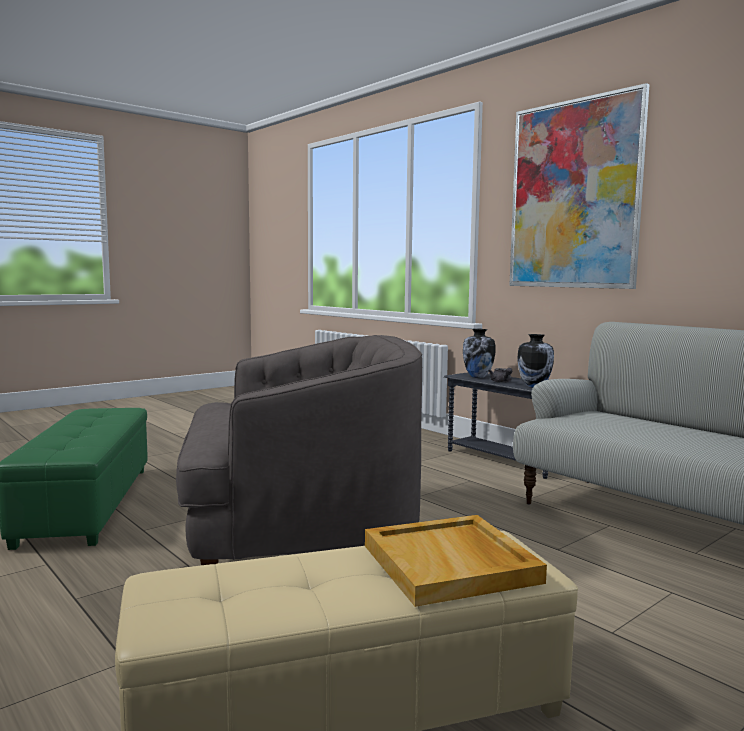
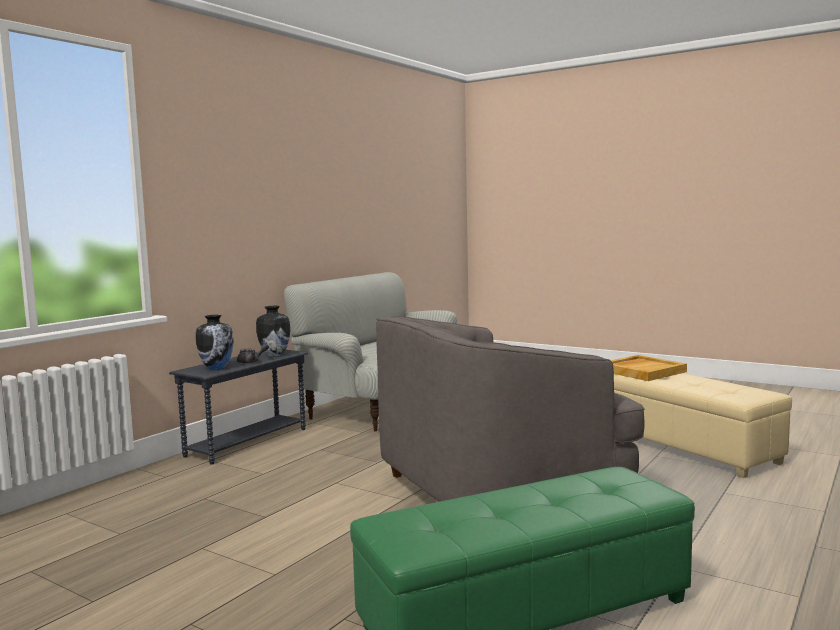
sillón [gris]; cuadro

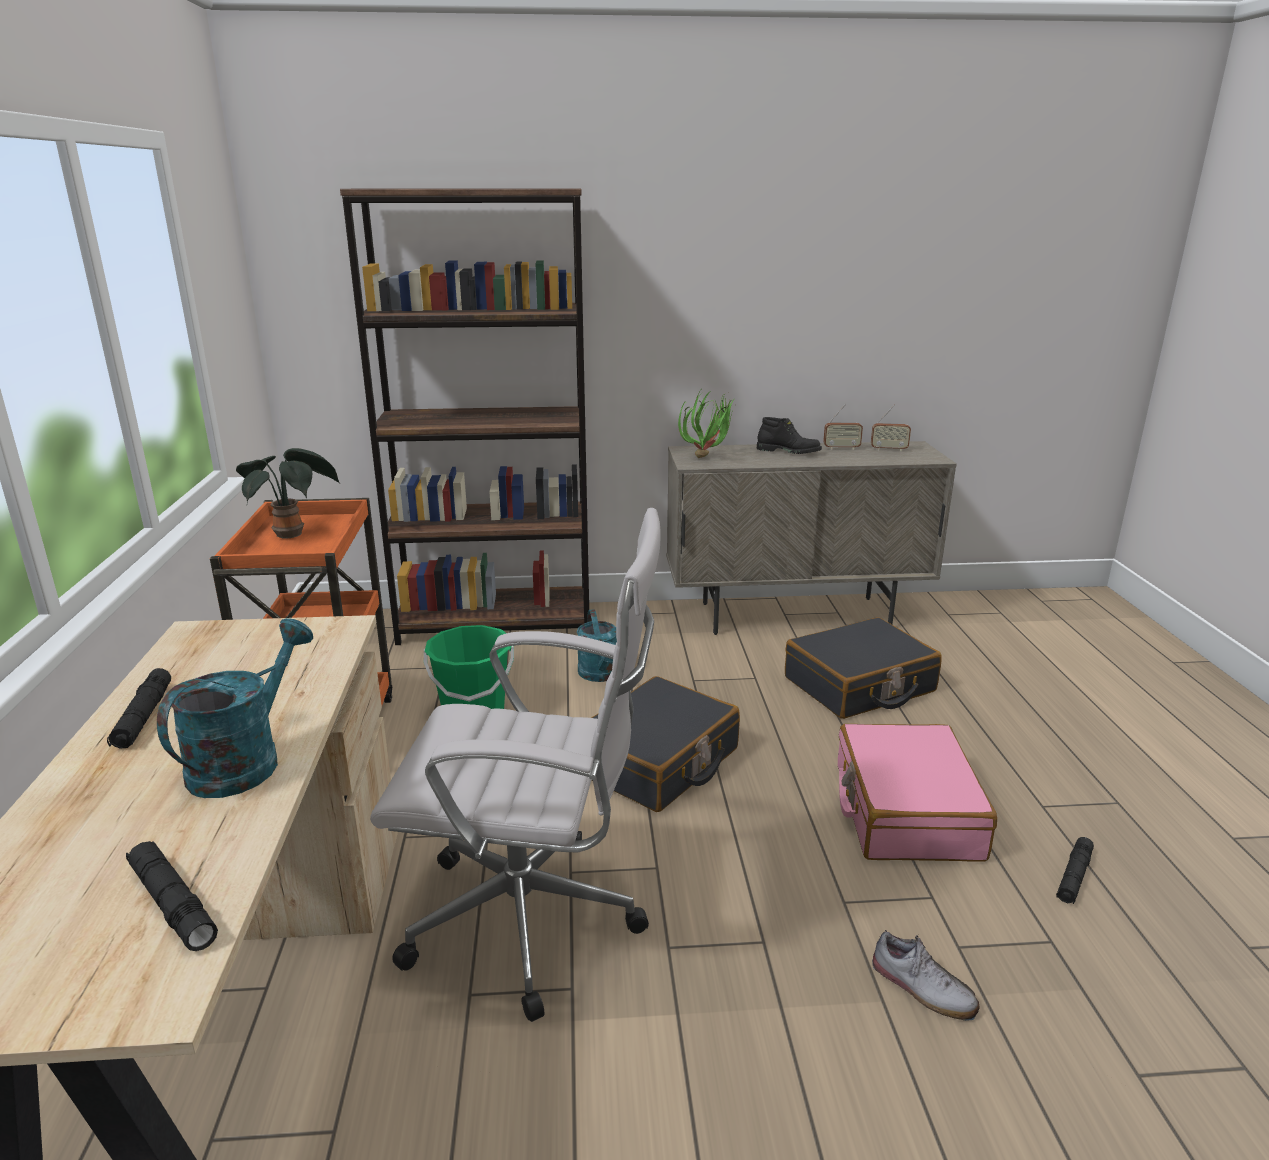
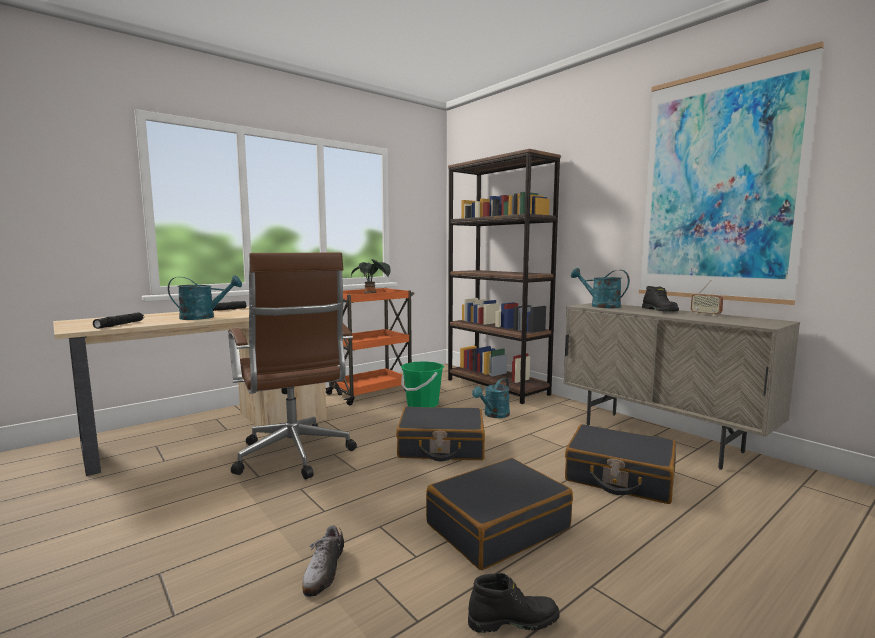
silla de oficina [marrón]; regadera [turquesa] (no. 3 from left); maleta [negro] (no. 2 from left); radio (no. 2 from left in the first image); bota [negro] (no. 1 from left); cuadro

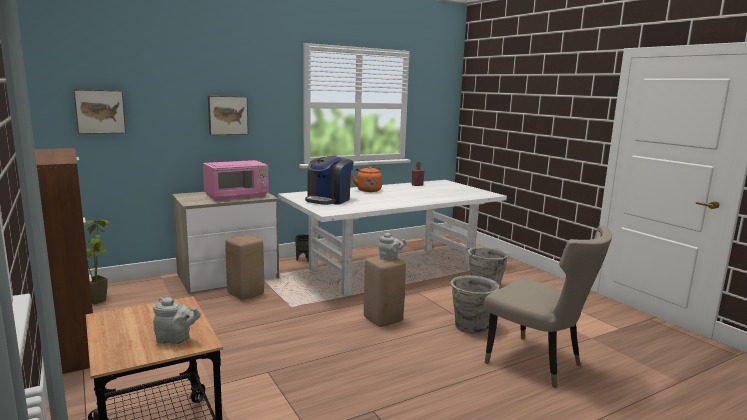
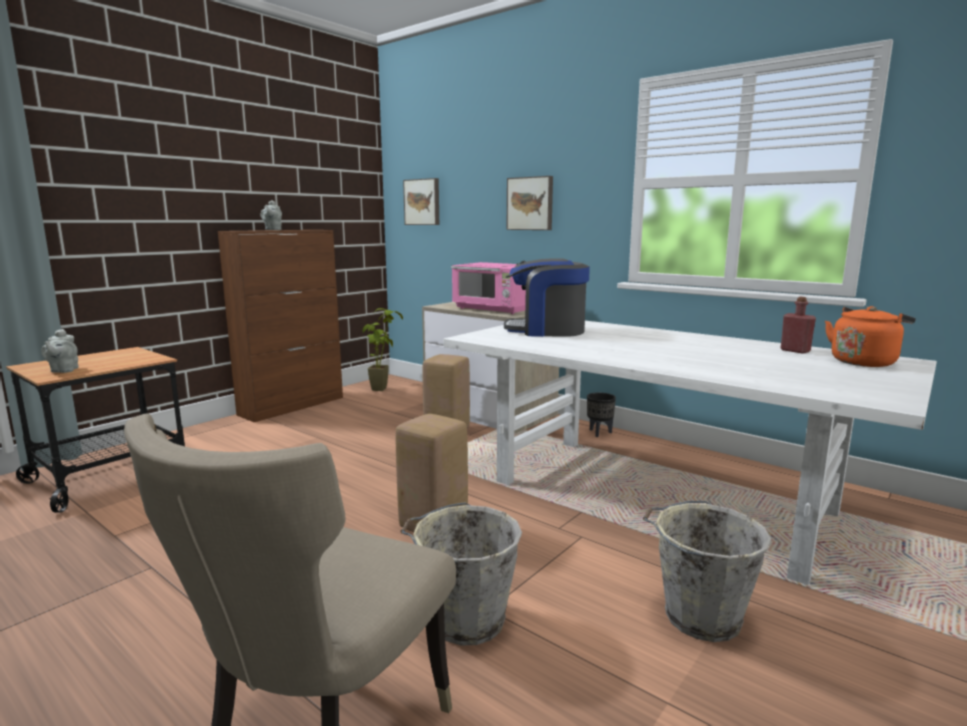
hervidor [naranja]; tetera [gris] (no. 2 from left)

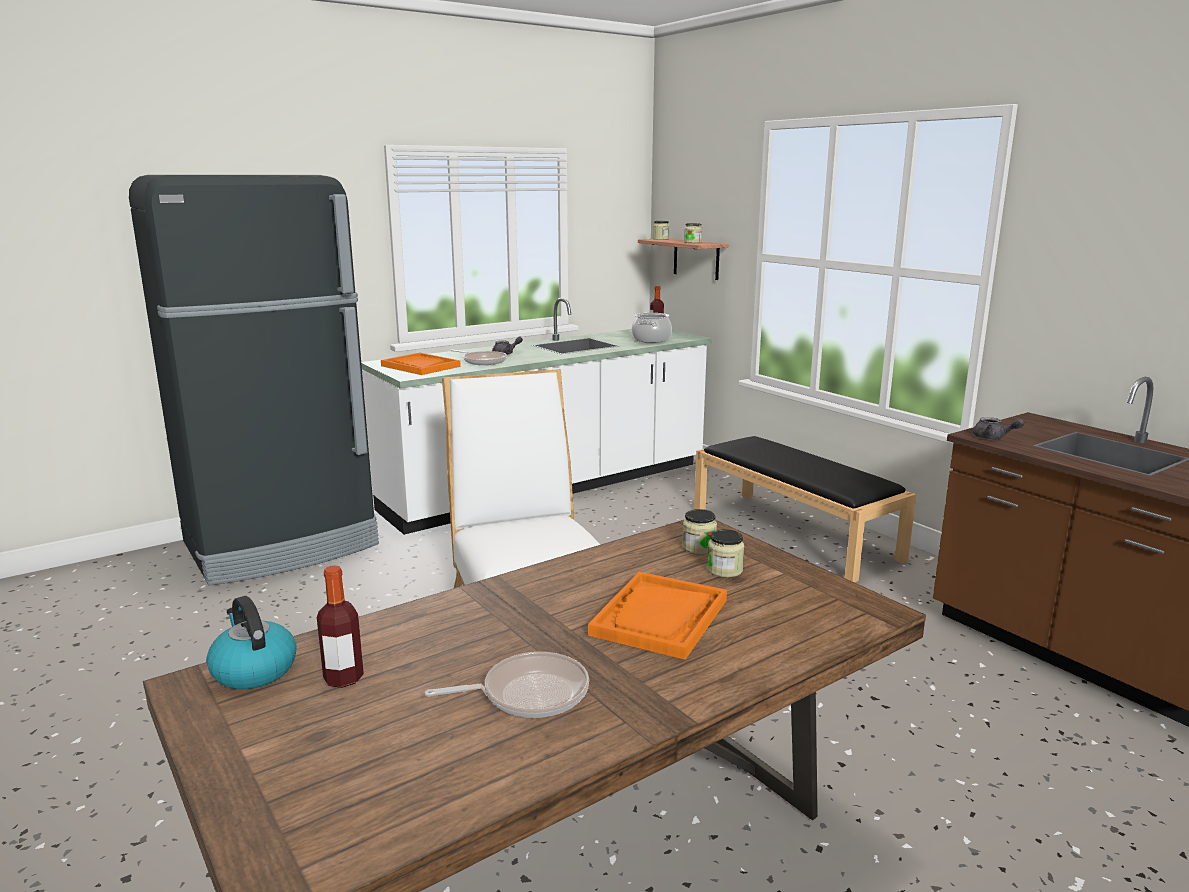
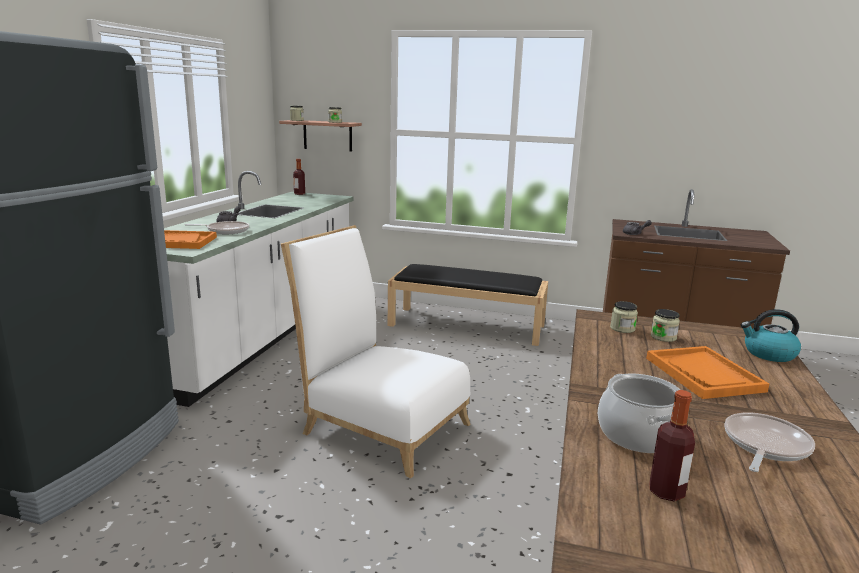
hervidor; olla

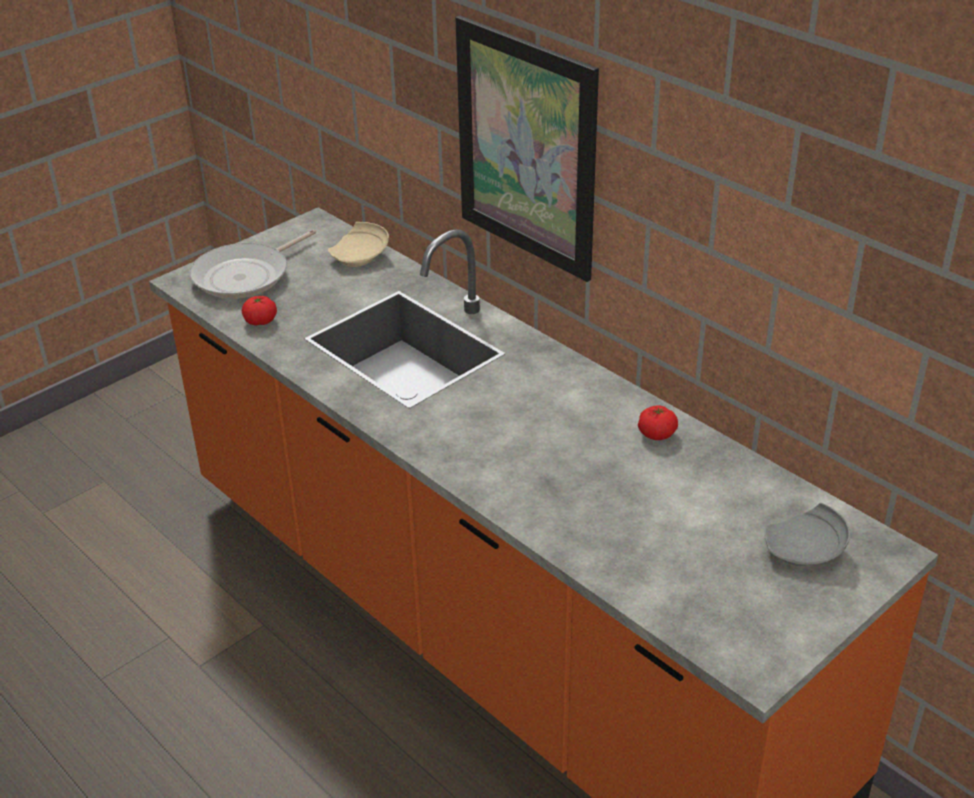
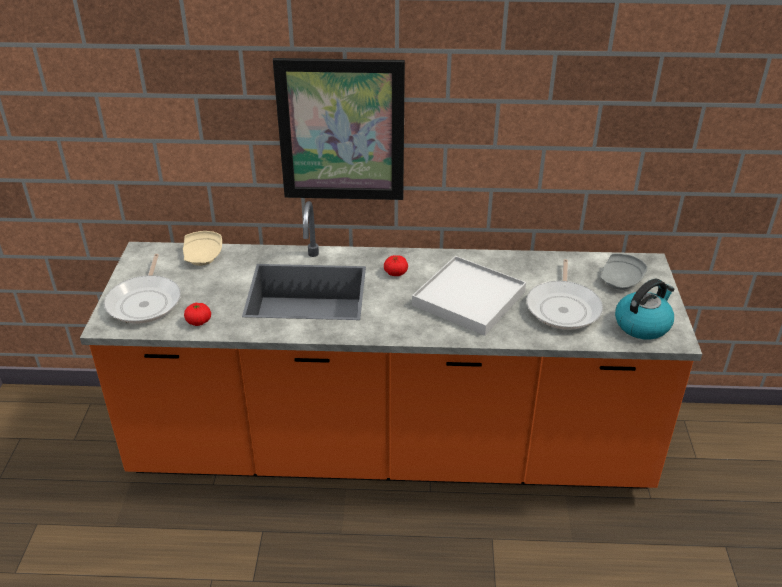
tomate (no. 2 from left); bandeja [blanco]; sartén (no. 2 from left); hervidor

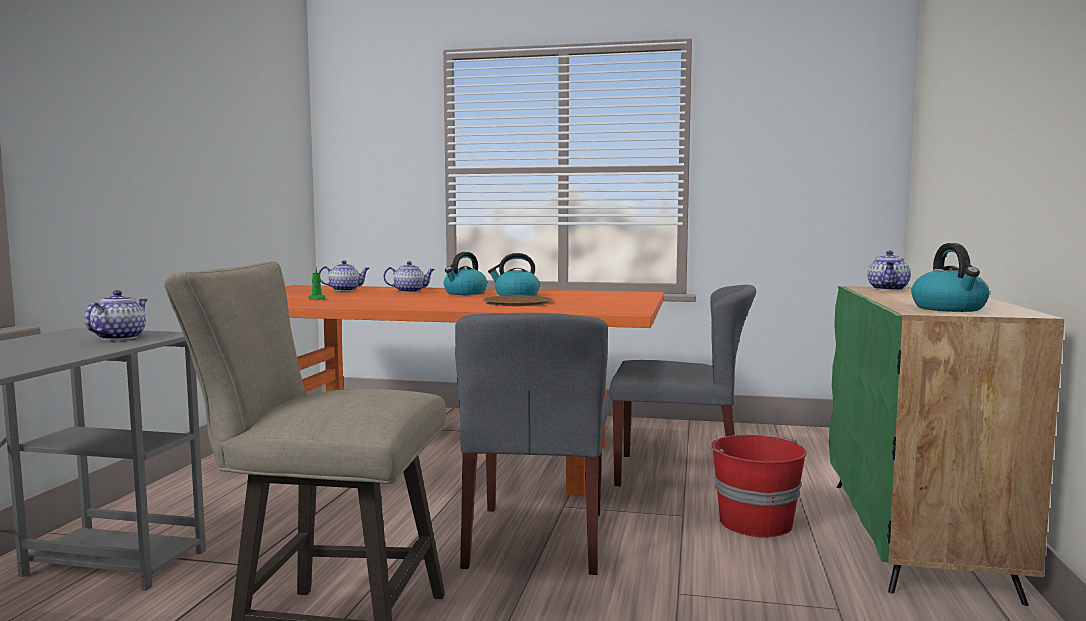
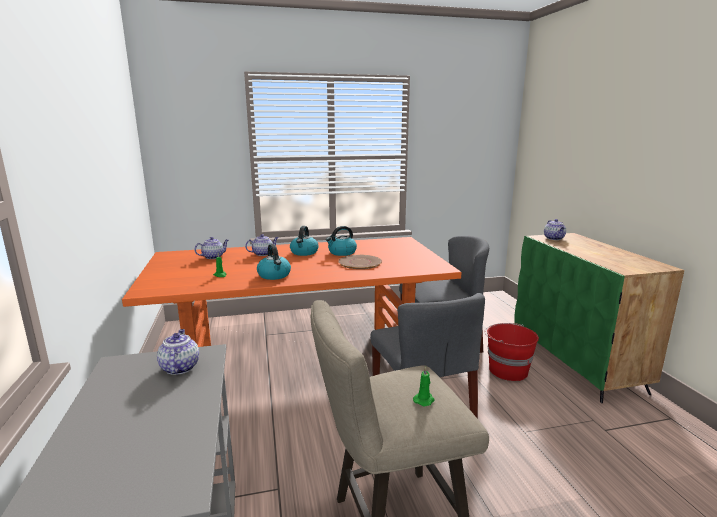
hervidor (no. 1 from left); vela [verde] (no. 2 from left)

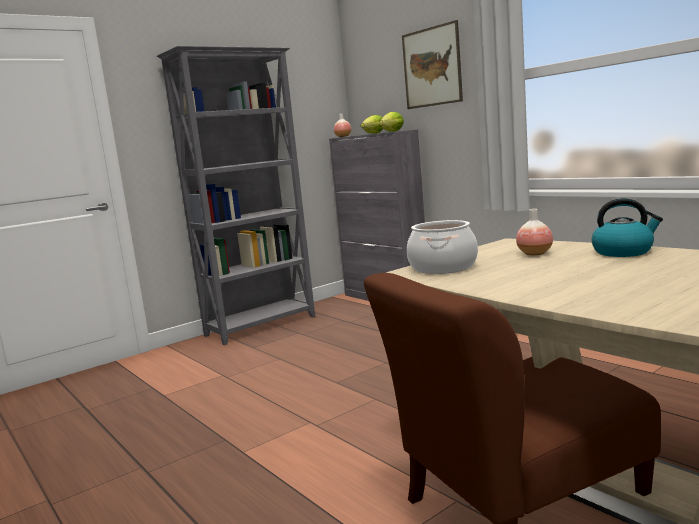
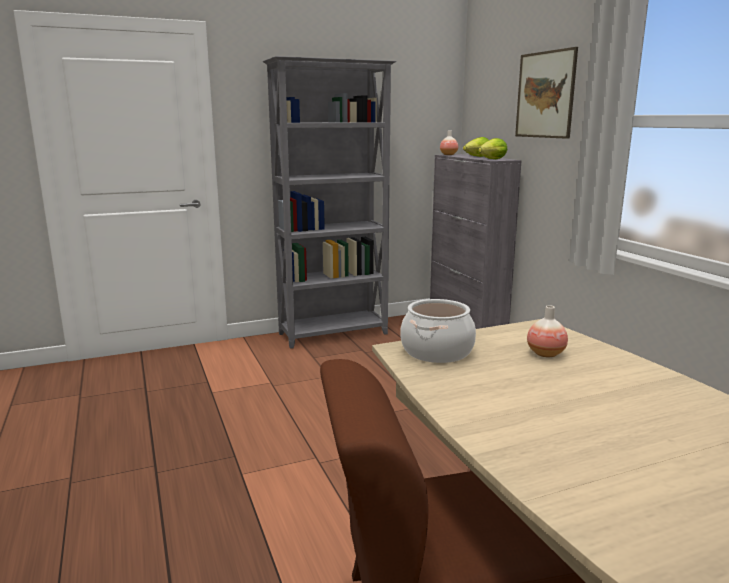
hervidor

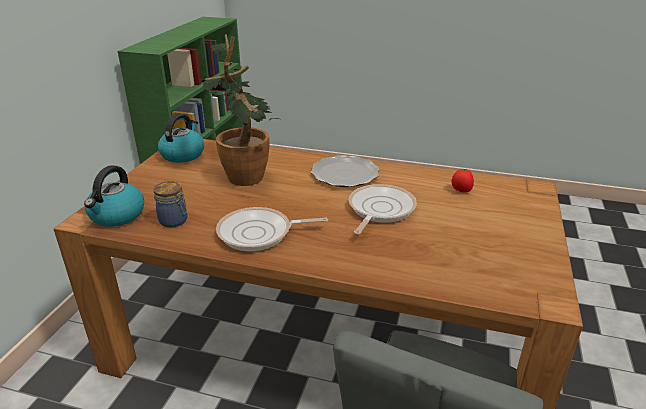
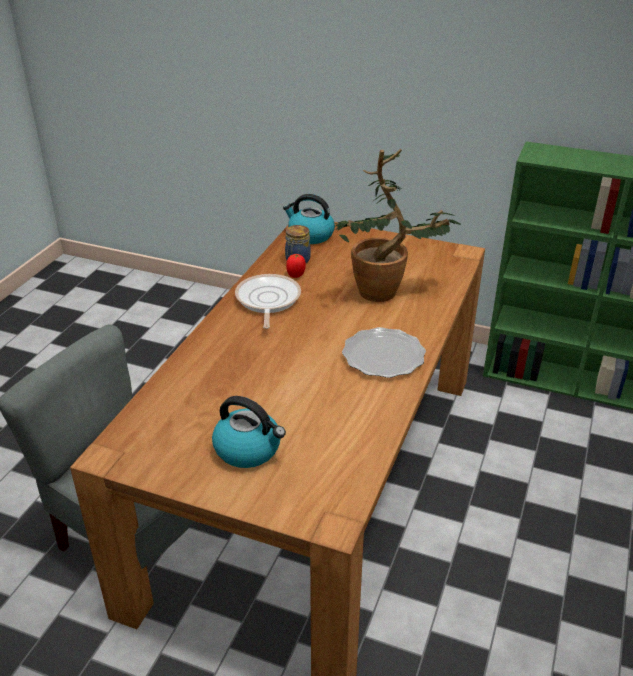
hervidor (no. 1 from left); sartén (no. 2 from left in the first image); tomate

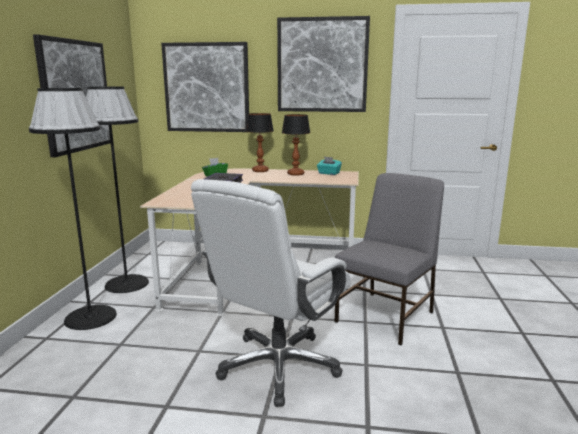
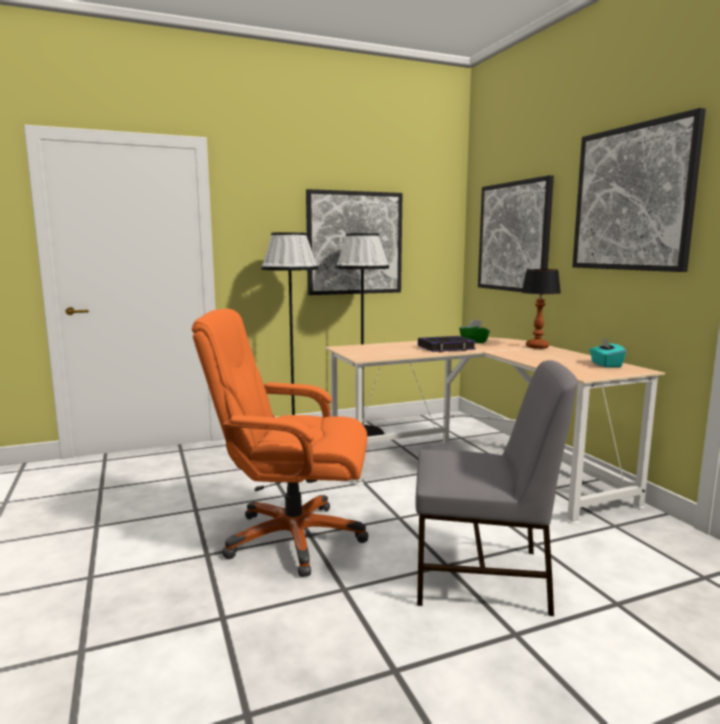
silla de oficina [naranja]; lámpara de mesa (no. 2 from left in the first image)

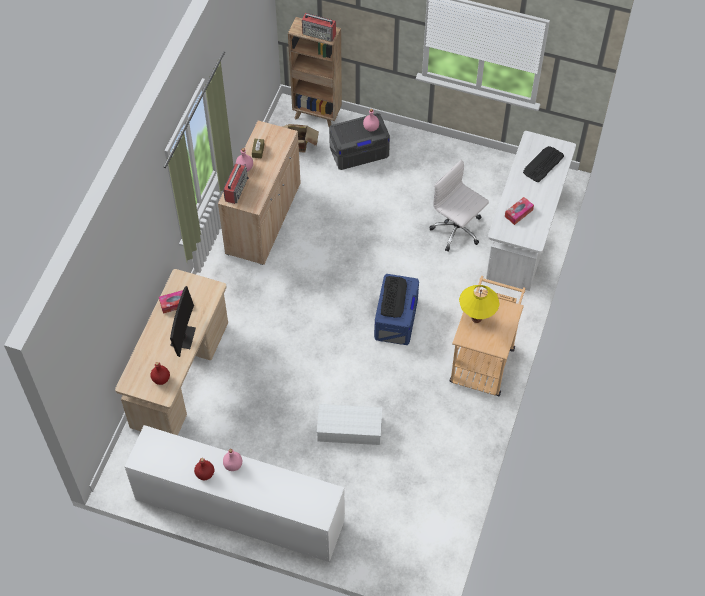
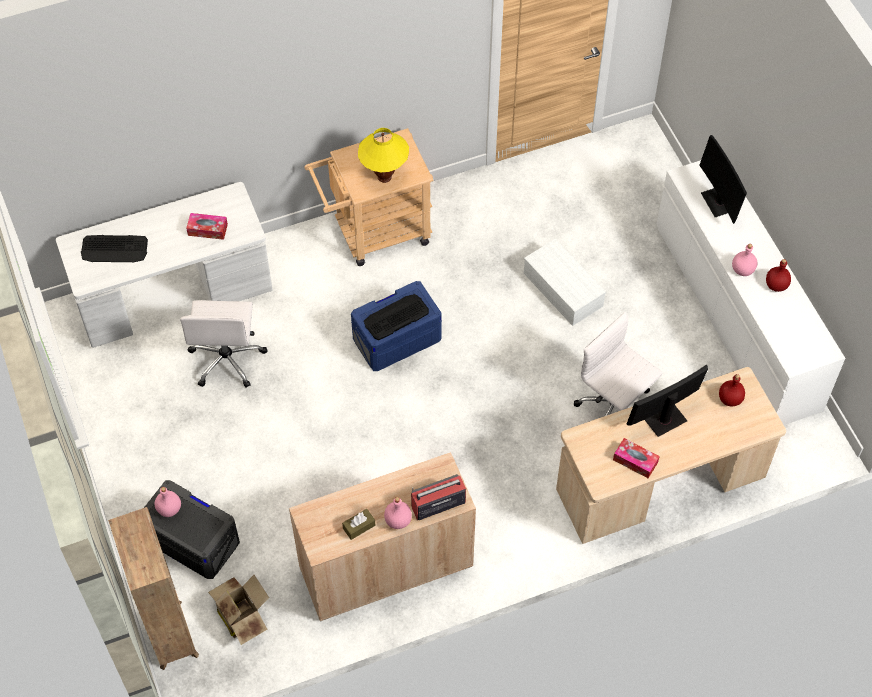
radio (no. 2 from left in the first image); silla de oficina [blanco] (no. 2 from left); monitor (no. 2 from left)

